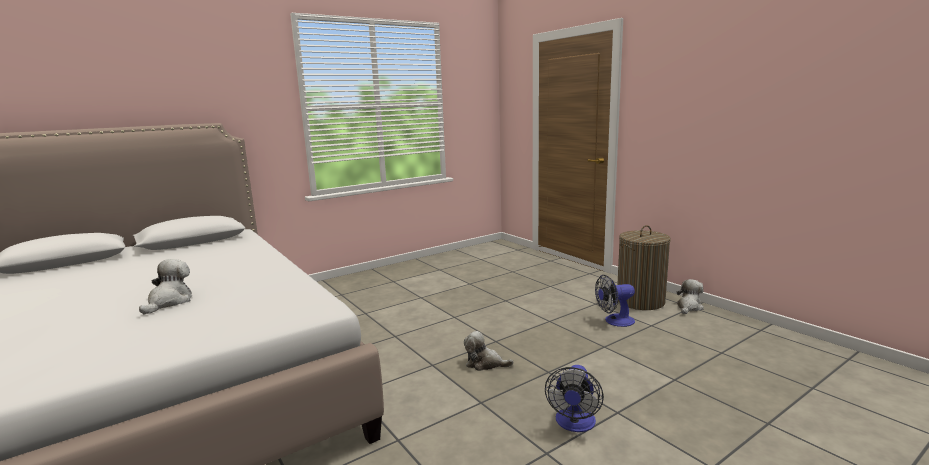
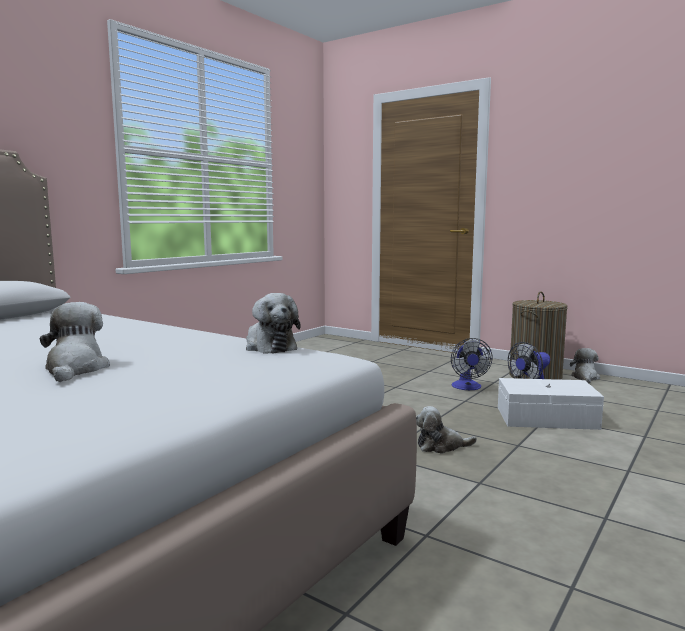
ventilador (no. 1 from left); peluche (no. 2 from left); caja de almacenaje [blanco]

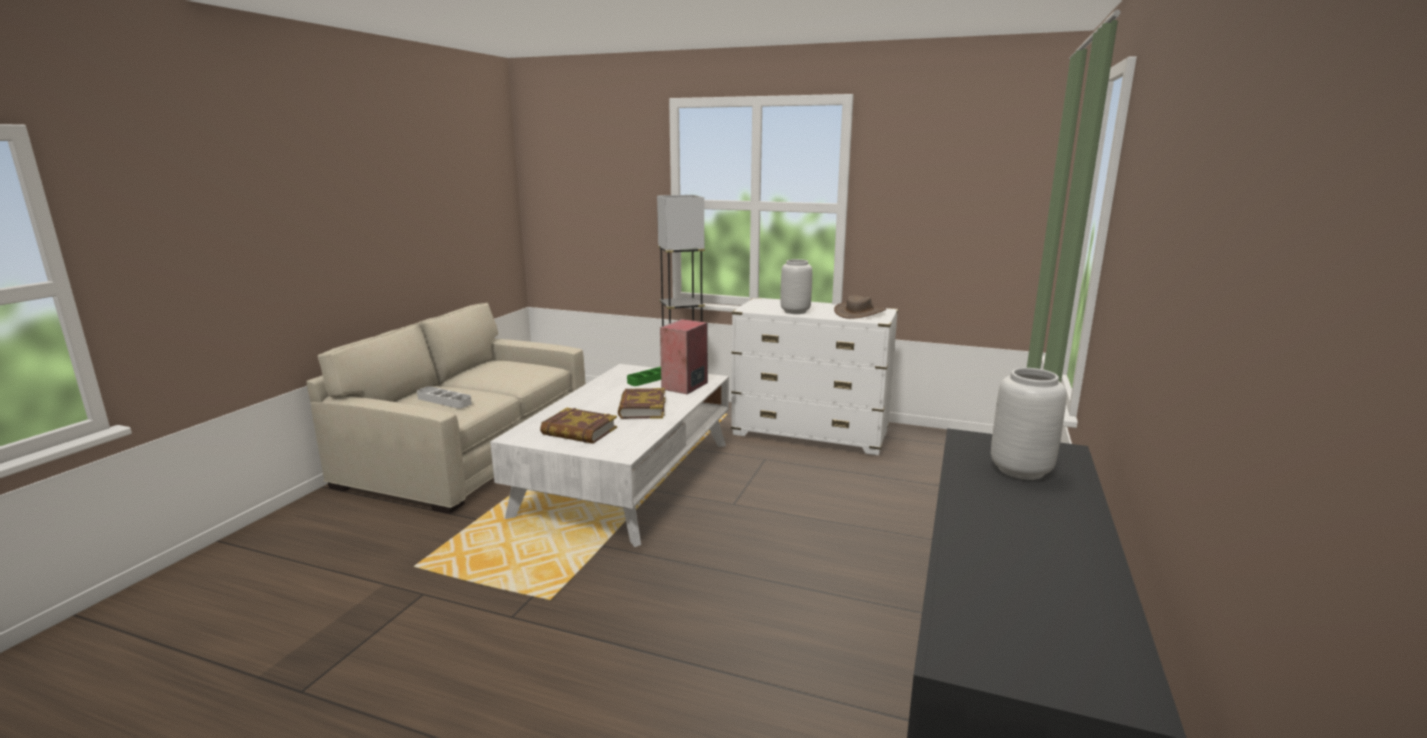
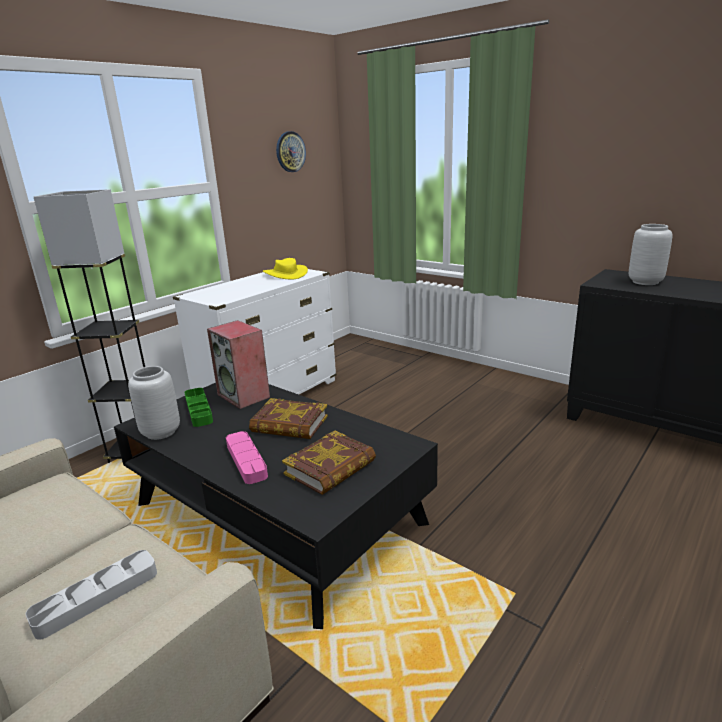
mesa de centro [negro]; florero [gris] (no. 1 from left); sombrero [amarillo]; bandeja [rosa]; reloj de pared

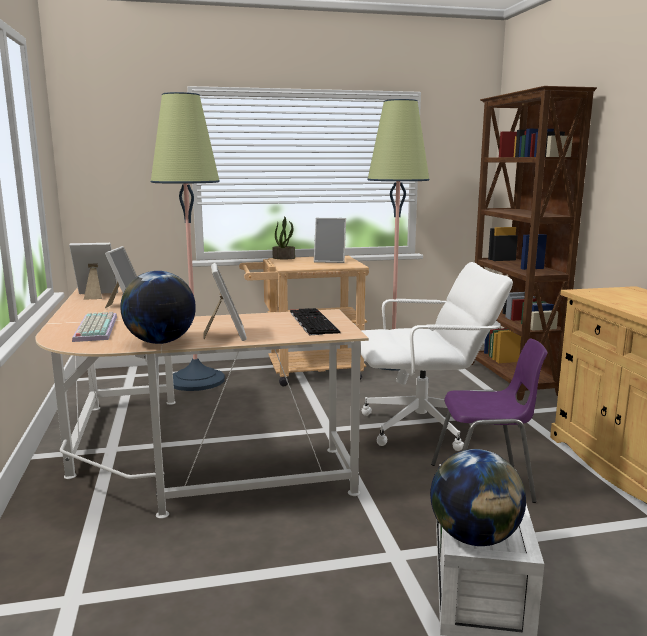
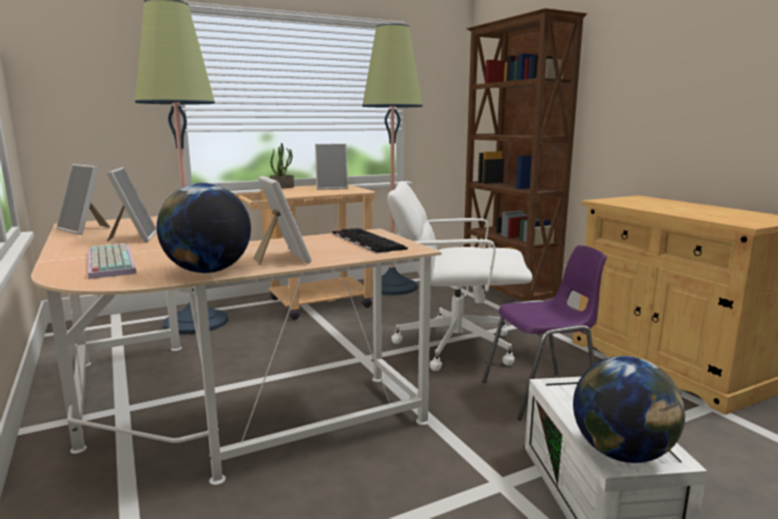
portarretratos (no. 1 from left); silla de oficina [blanco]

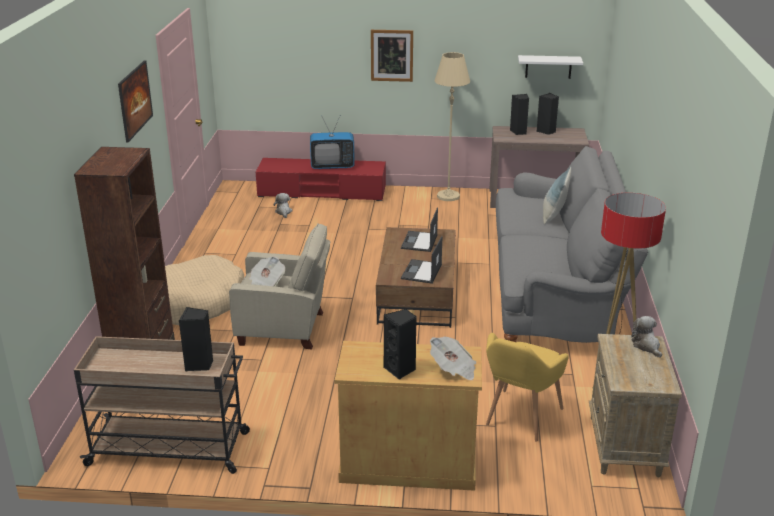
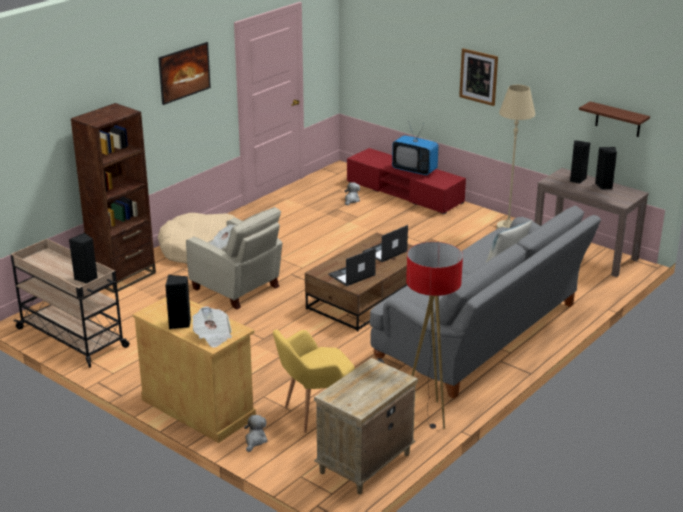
estante [marrón]; peluche (no. 1 from left)

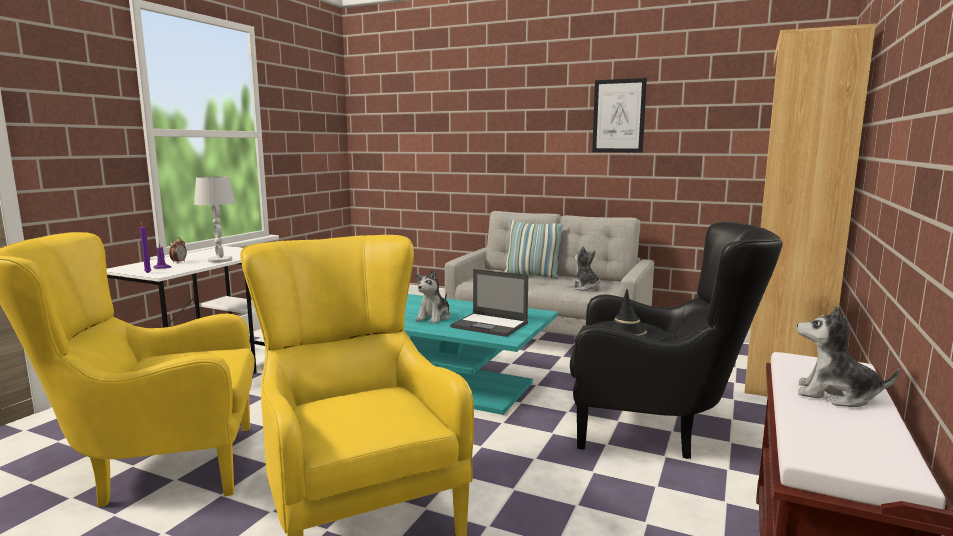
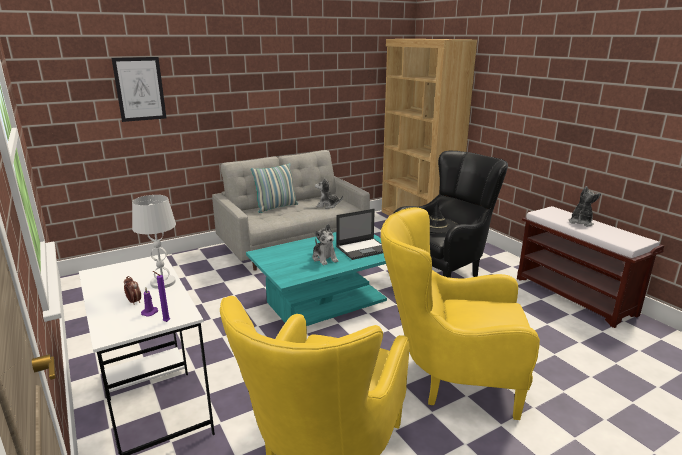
cuadro; peluche (no. 3 from left)

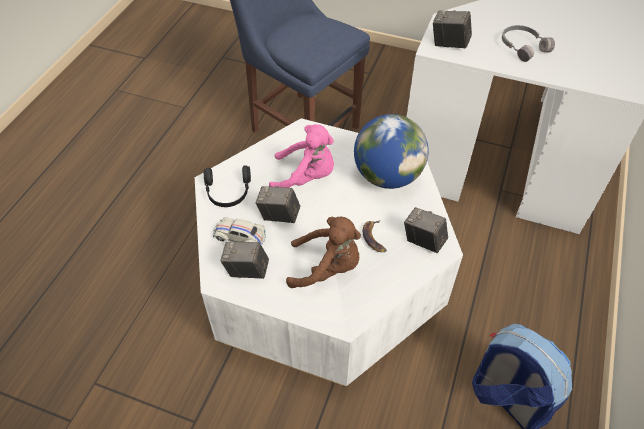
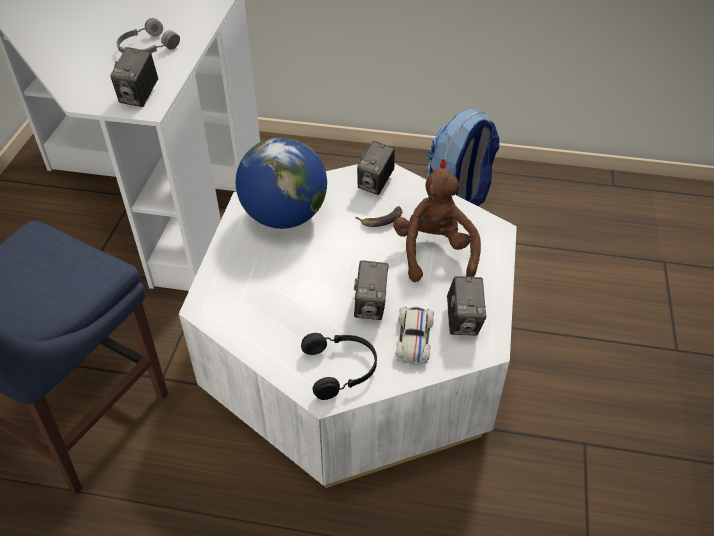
peluche [rosa]

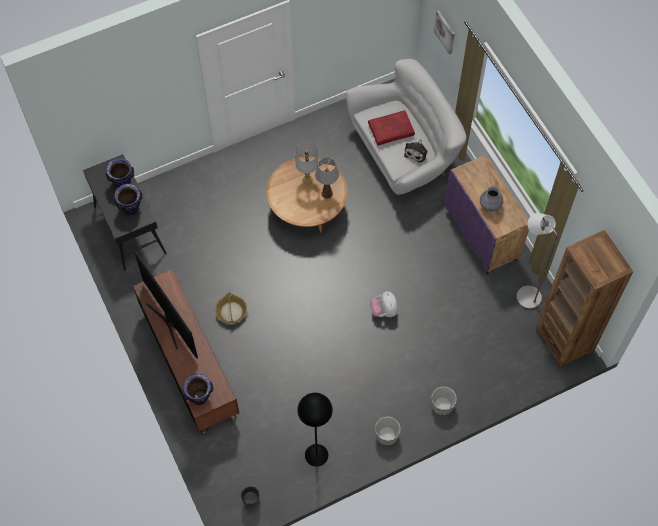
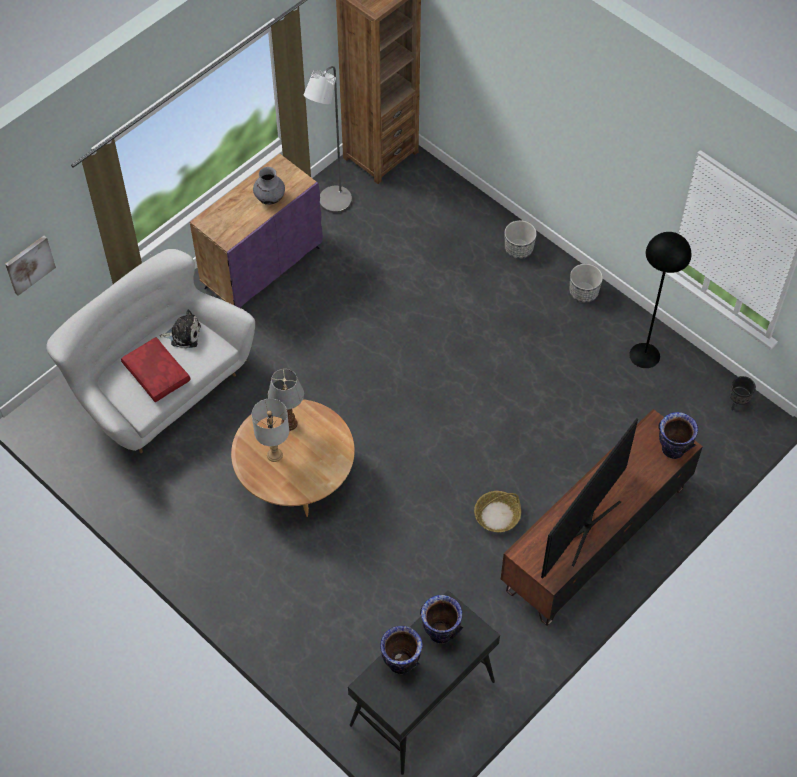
peluche (no. 1 from left in the first image)

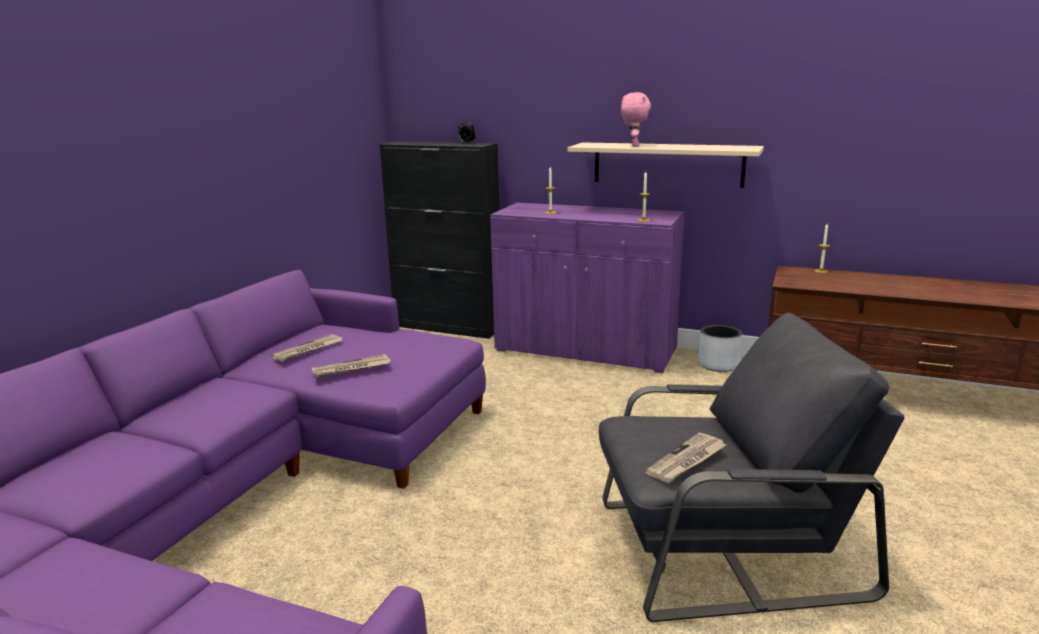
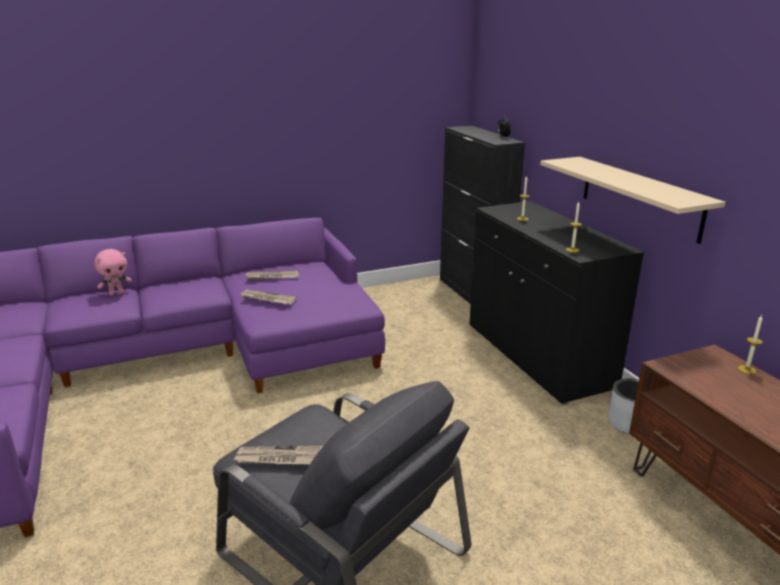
armario [negro] (no. 2 from left); peluche [rosa]

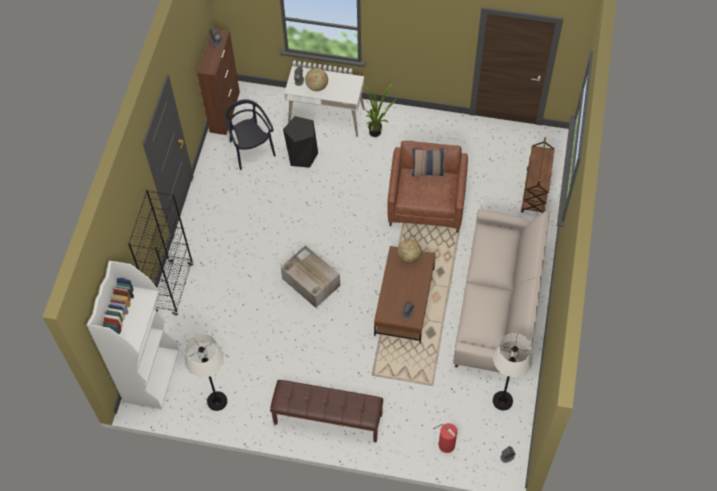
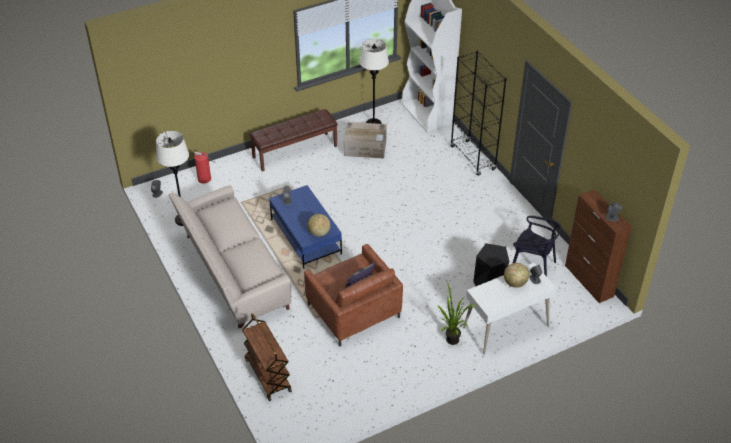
caja de cartón; mesa de centro [azul]

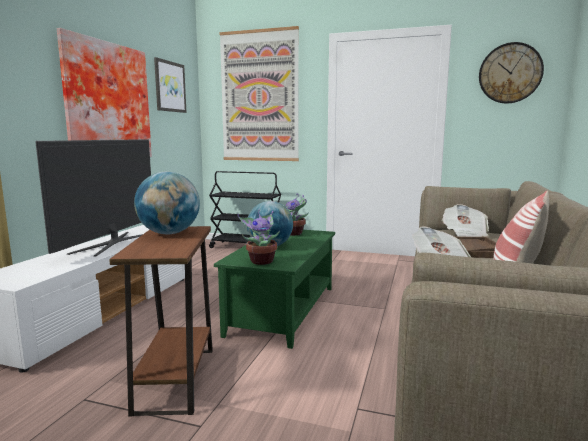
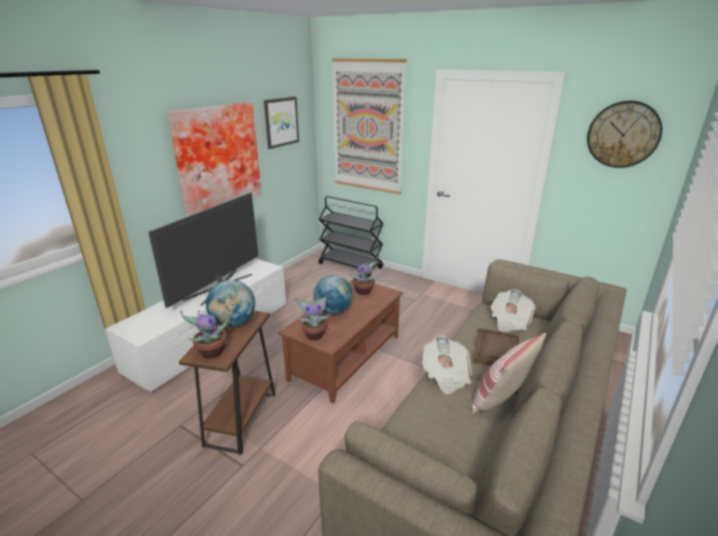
mesa de centro [marrón]; planta en maceta (no. 1 from left)

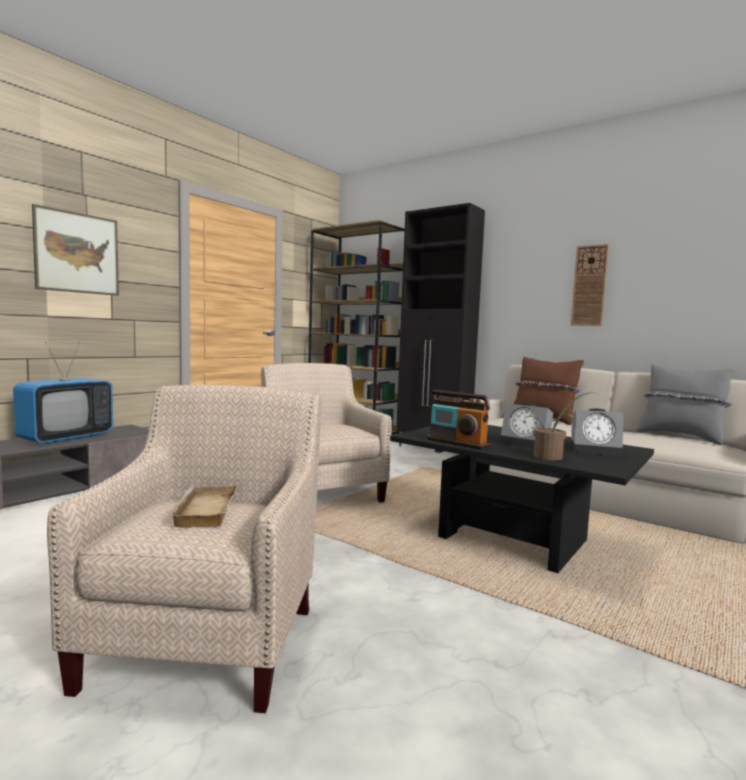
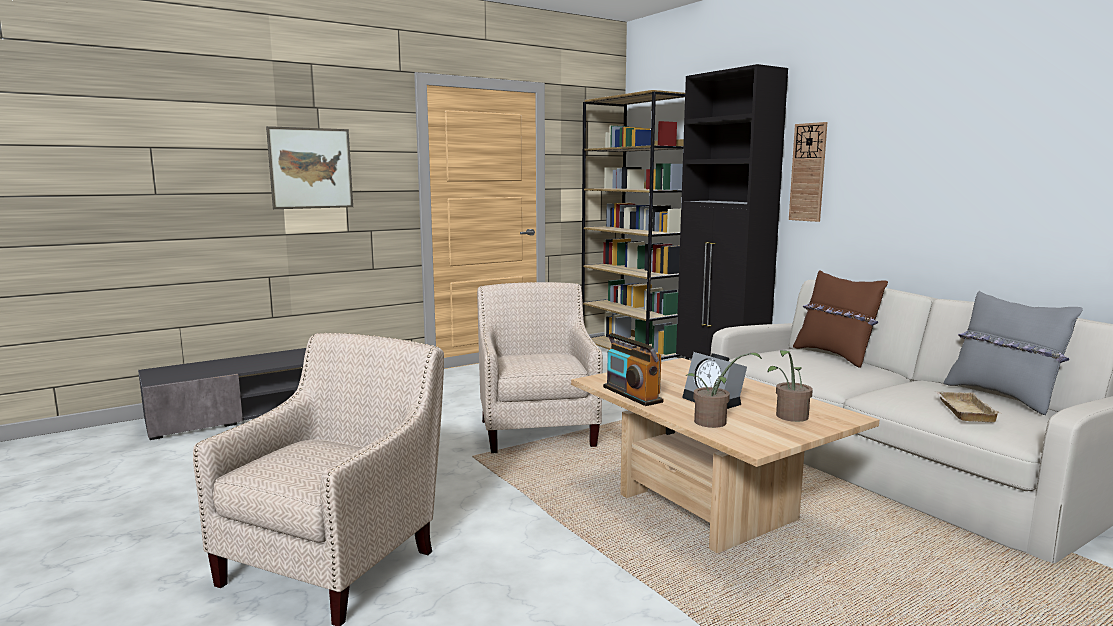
televisor; bandeja [beis]; mesa de centro [beis]; planta en maceta (no. 2 from left); reloj de pared

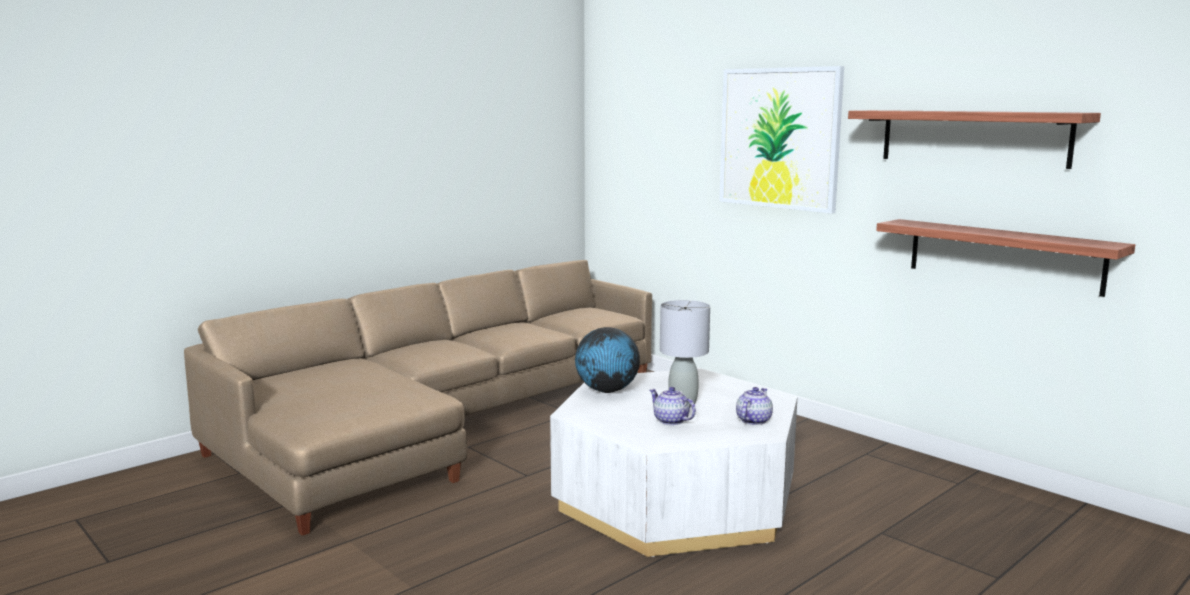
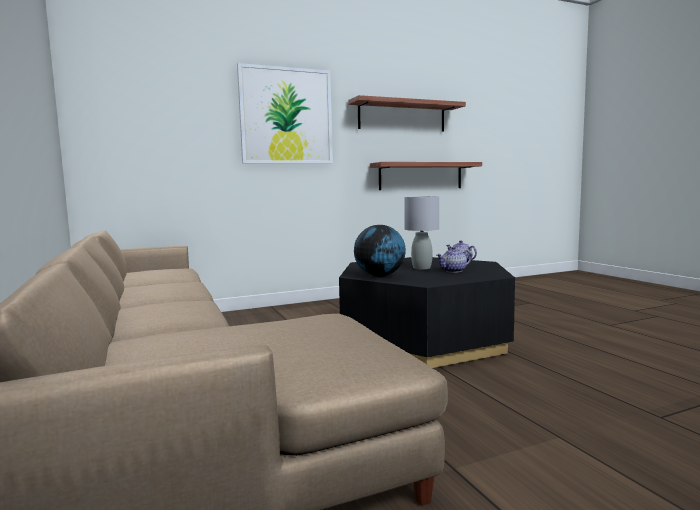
mesa de centro [negro]

